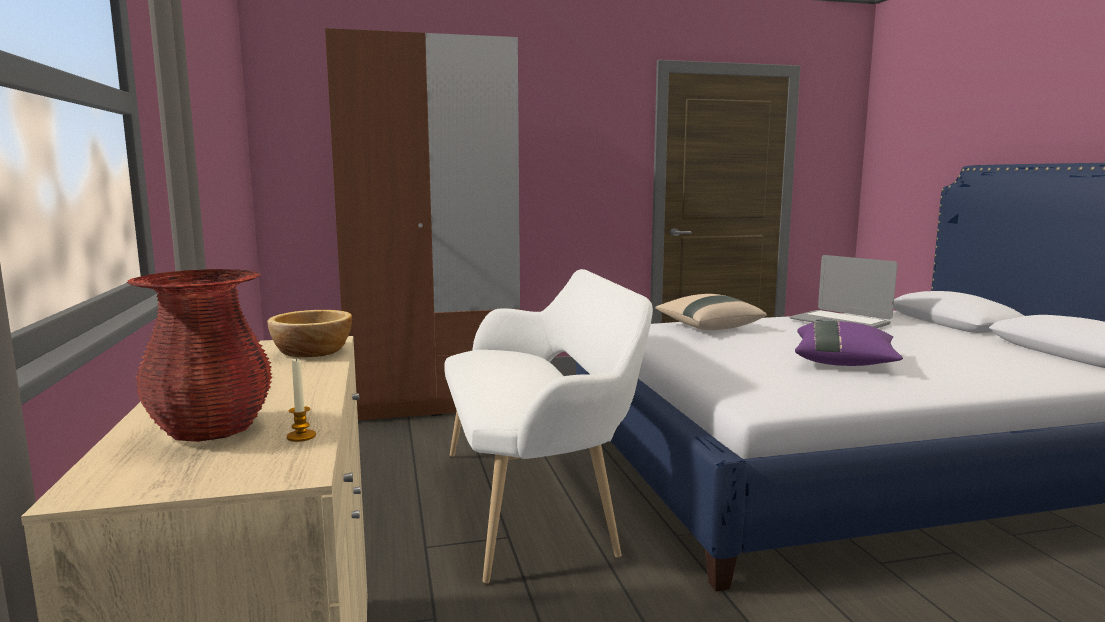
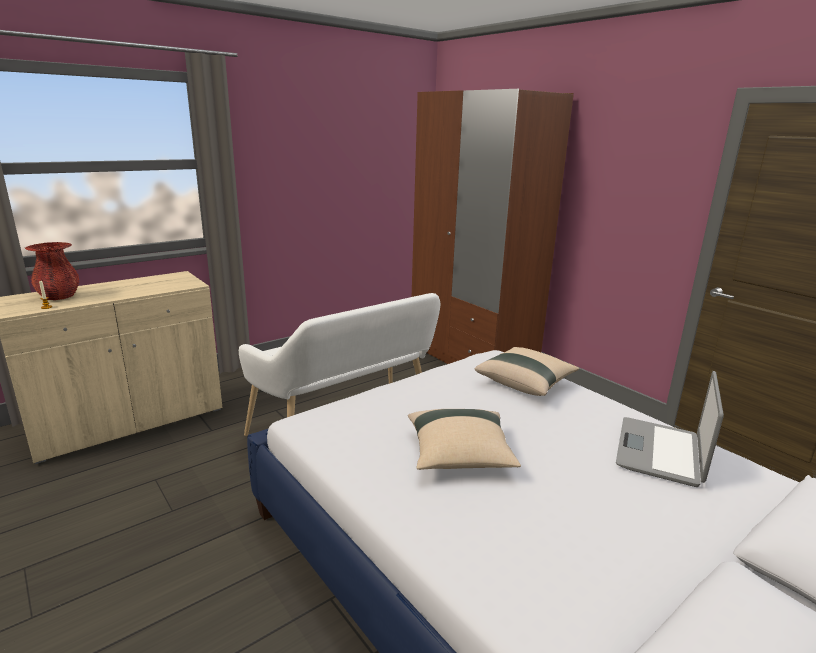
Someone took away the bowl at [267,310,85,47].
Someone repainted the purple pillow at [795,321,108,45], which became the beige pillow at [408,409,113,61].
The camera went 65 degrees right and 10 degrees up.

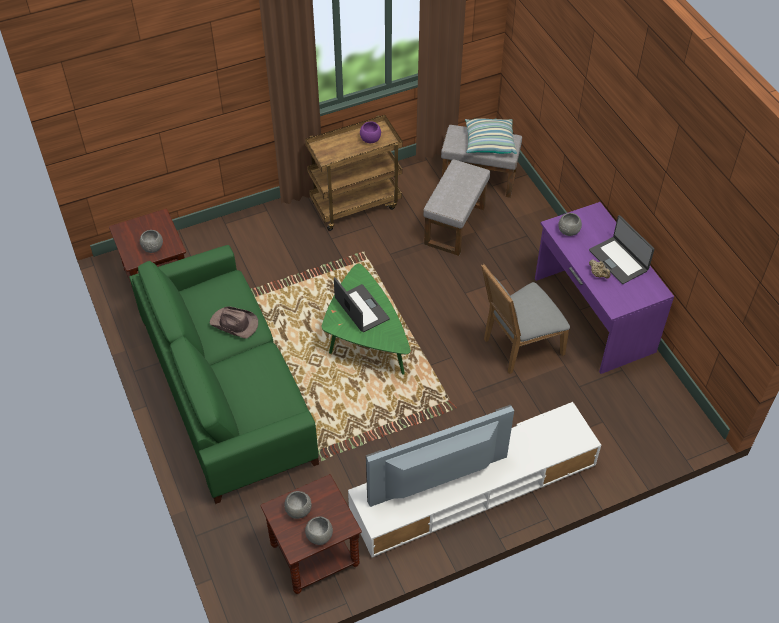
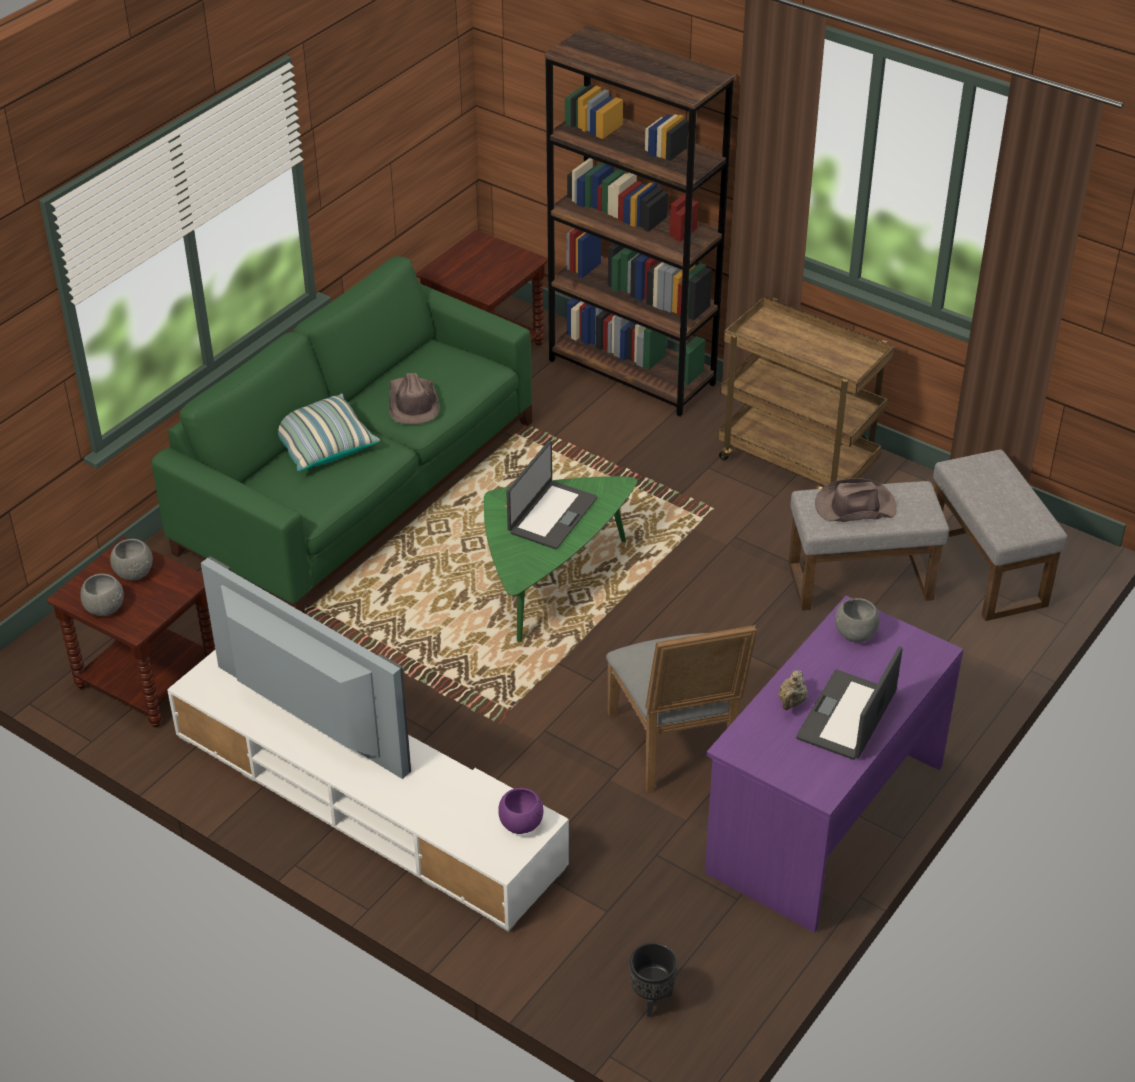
Someone carried the pillow from [465,118,52,36] to [278,394,102,78].
Someone carried the purple bowl from [360,122,21,21] to [498,788,45,46].
Someone took away the grey bowl at [140,230,23,23].
Someone rotated the grey chair at [481,264,89,110] by 135 degrees counterclockwise.
Someone put down the brown bookcase at [544,25,191,392].
Someone put down the brown hat at [815,478,82,44].
Someone put down the black planter at [630,942,47,75].
The camera went 60 degrees right and 10 degrees down.

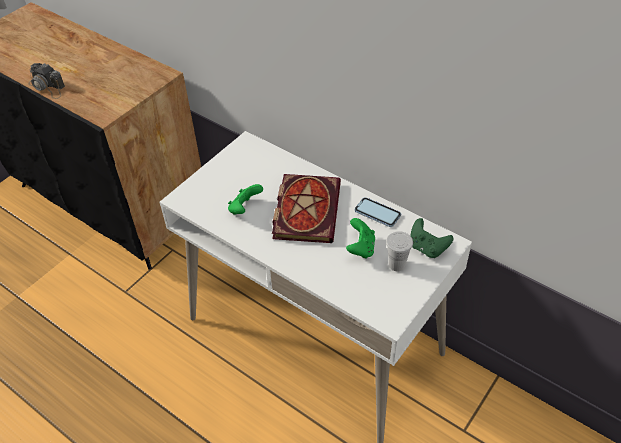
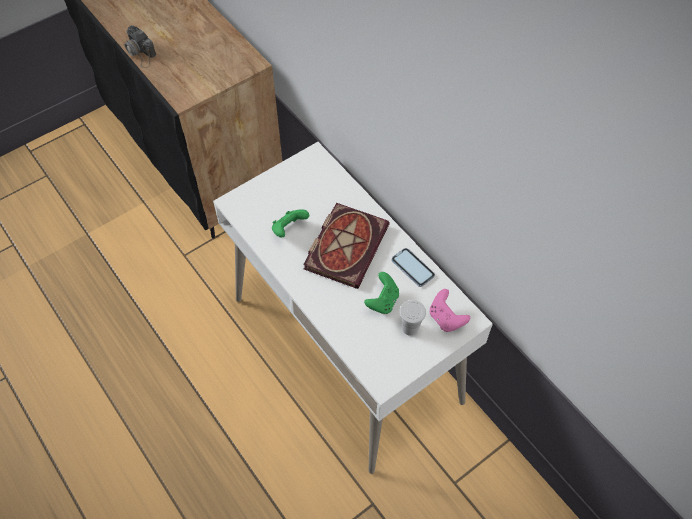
Someone repainted the green game controller at [410,218,44,40], which became the pink game controller at [430,289,40,43].
The camera went 15 degrees right and 10 degrees up.

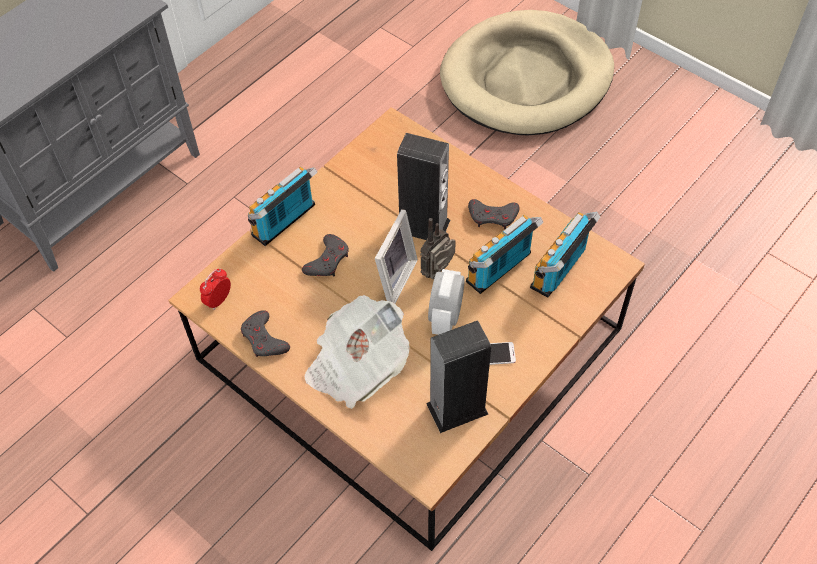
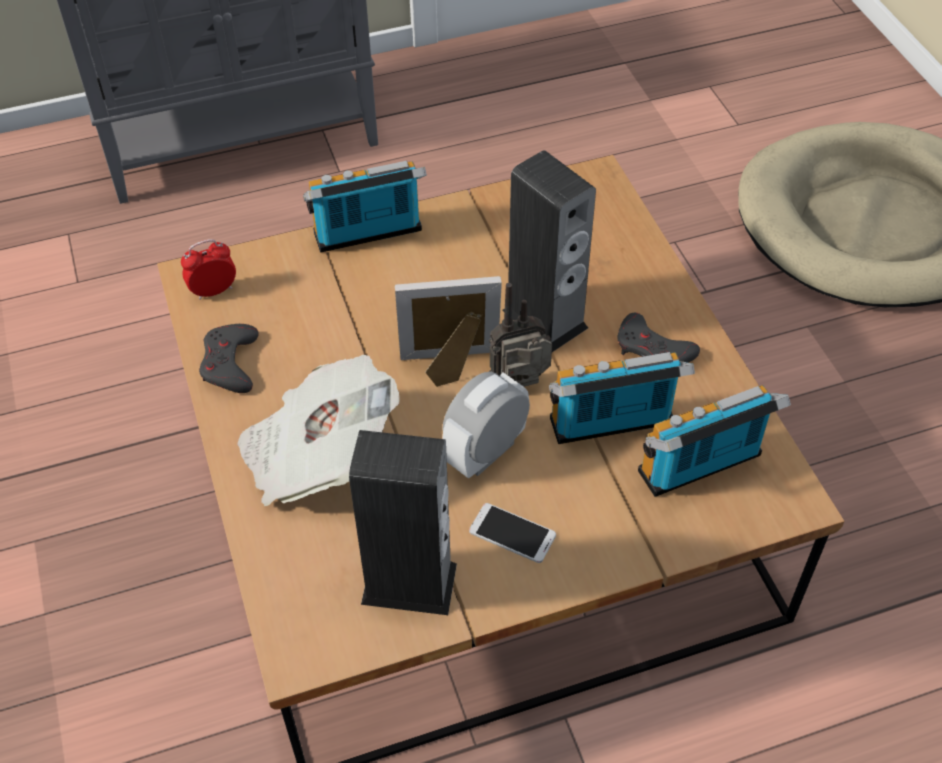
Someone rotated the picture frame at [375,209,43,94] by 150 degrees counterclockwise.
Someone took away the grey game controller at [302,234,47,42].
The camera went 30 degrees right and 5 degrees down.

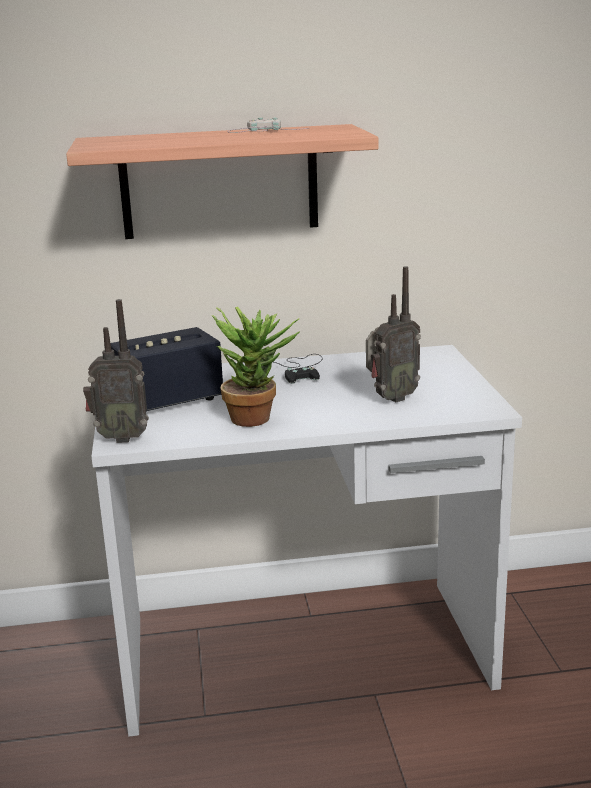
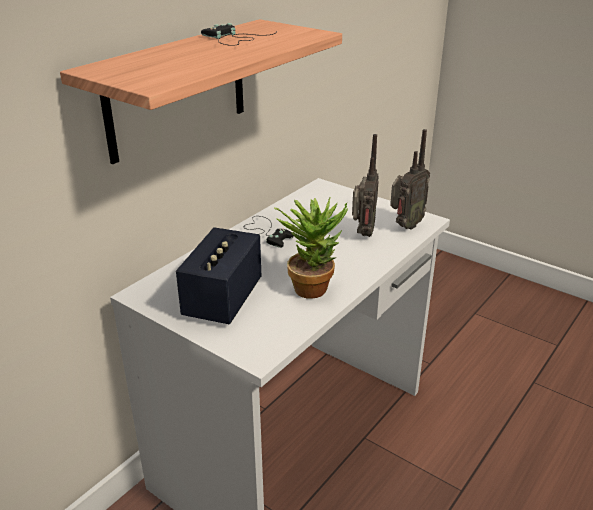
Someone repainted the white game controller at [227,118,81,15], which became the black game controller at [201,23,76,23].
Someone carried the radio from [83,299,66,144] to [390,129,40,101].
The camera went 45 degrees left and 10 degrees up.

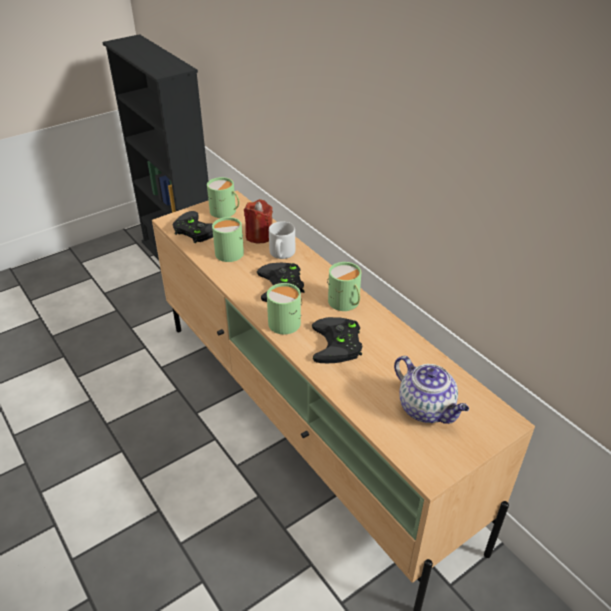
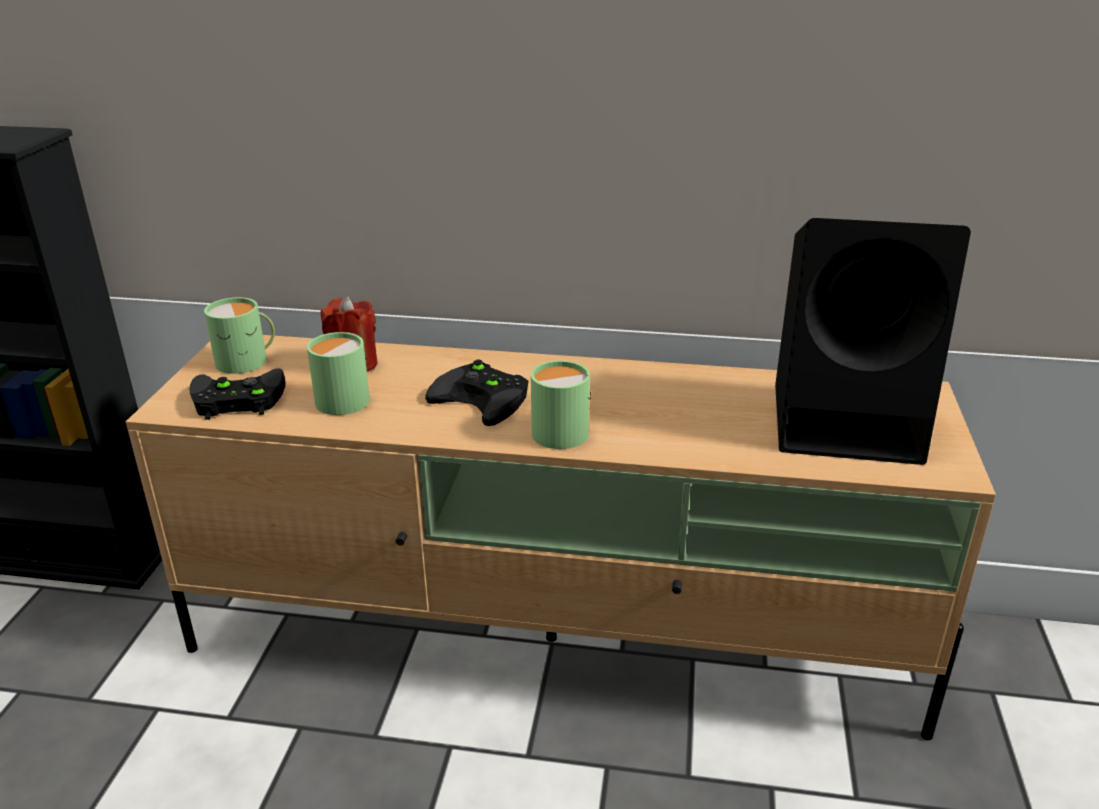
Someone took away the grey mug at [269,221,26,38].
Someone took away the green mug at [327,262,34,49].
Someone took away the black game controller at [312,317,50,46].
Someone swapped the teapot at [394,356,75,68] for the black speaker at [775,218,196,247].
The camera went 45 degrees left and 10 degrees down.

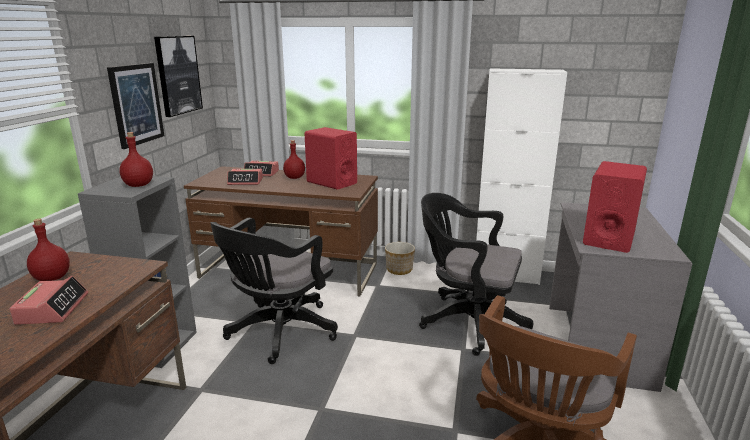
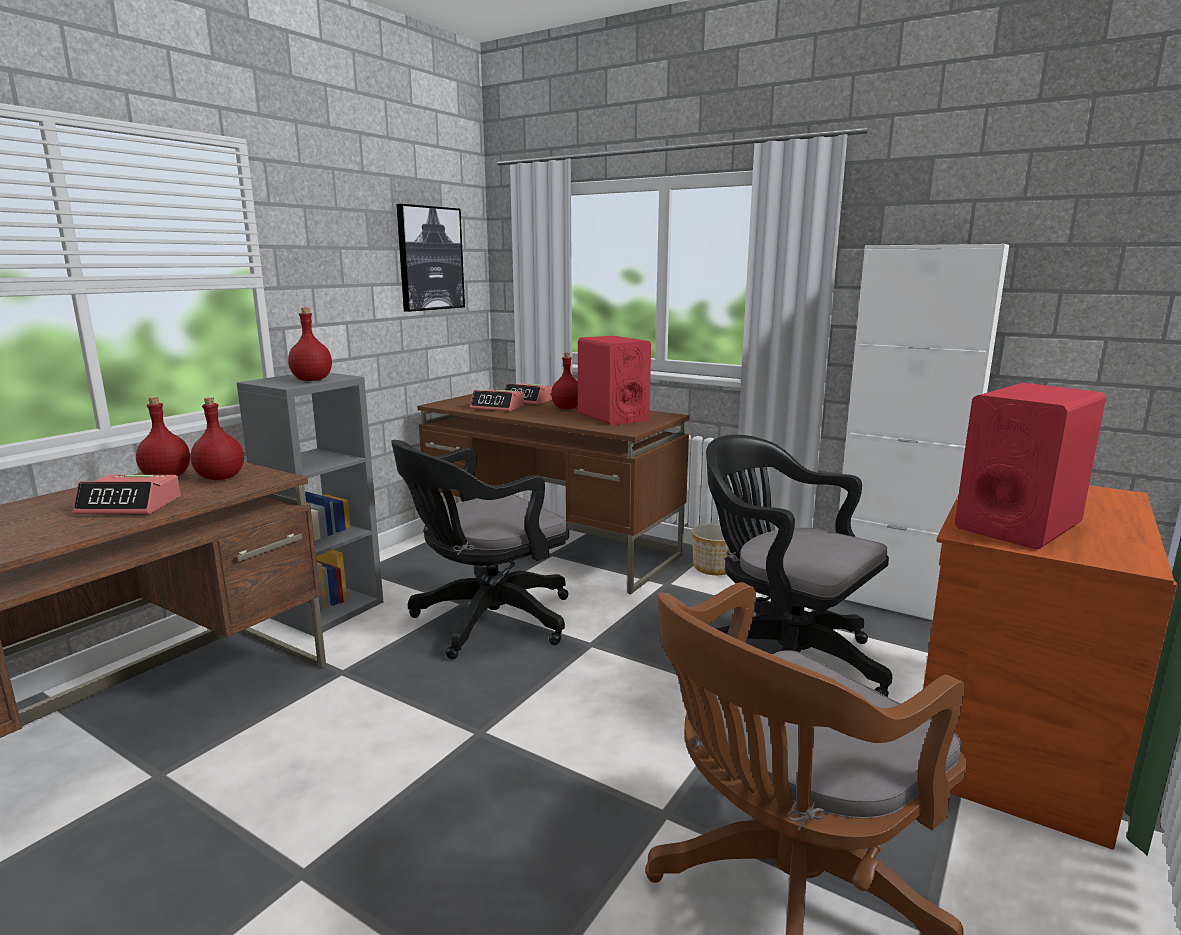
Someone took away the picture at [107,63,57,86].
Someone repainted the grey desk at [549,202,143,190], which became the brown desk at [923,485,254,365].
Someone rotated the alarm clock at [9,276,79,49] by 75 degrees clockwise.
Someone put down the red bottle at [191,397,53,83].
The camera went 20 degrees right and 5 degrees down.

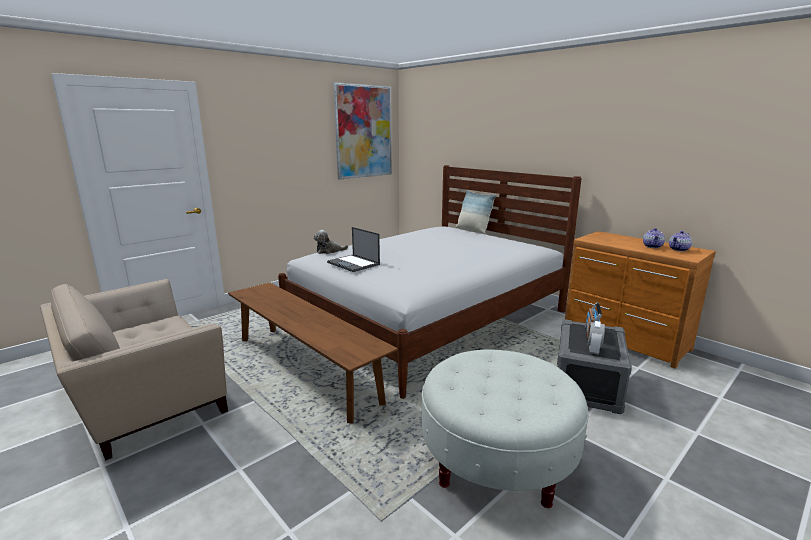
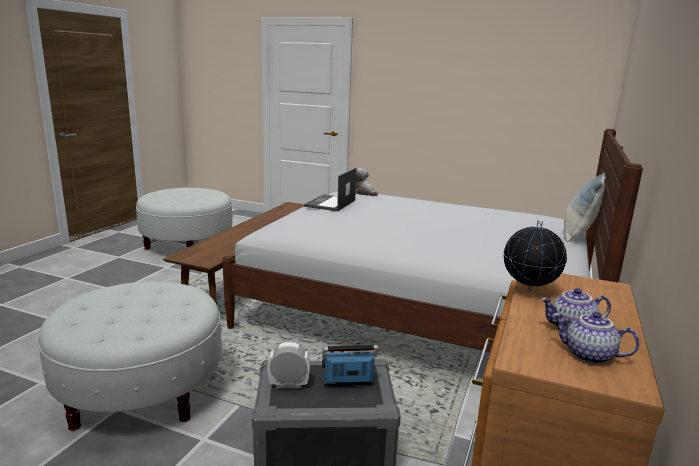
Someone took away the picture at [333,82,59,98].
Someone swapped the beige armchair at [40,279,188,182] for the white ottoman at [136,188,97,62].
Someone put down the globe at [503,220,64,72].
The camera went 65 degrees right and 0 degrees up.

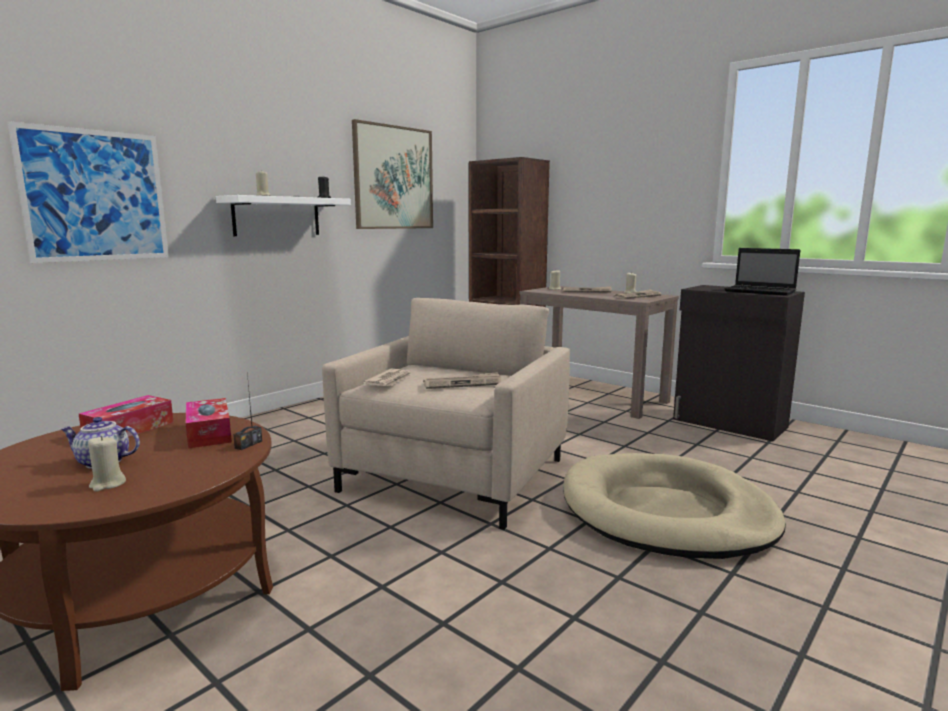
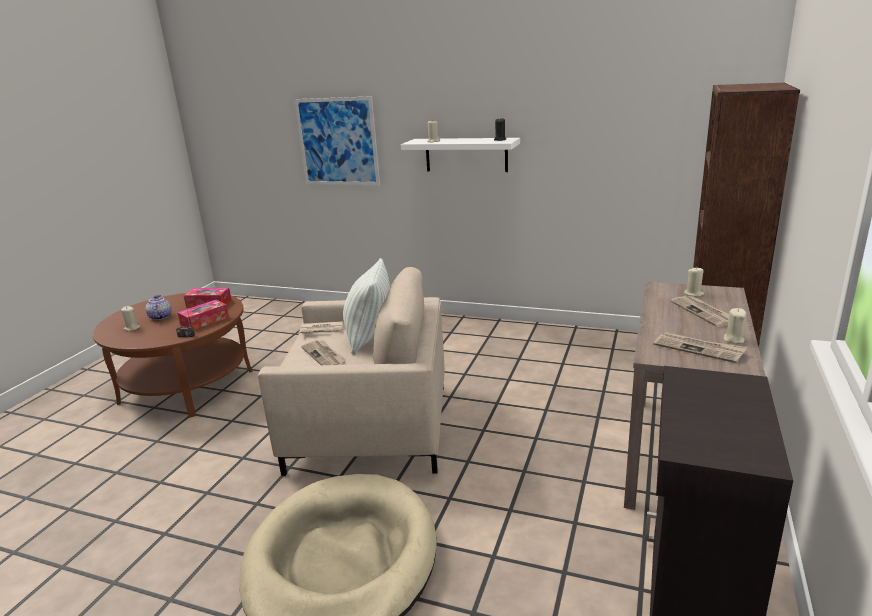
Someone took away the picture at [352,119,81,110].
Someone took away the laptop at [724,248,76,48].
Someone put down the pillow at [343,258,47,97].
The camera went 70 degrees right and 10 degrees up.

